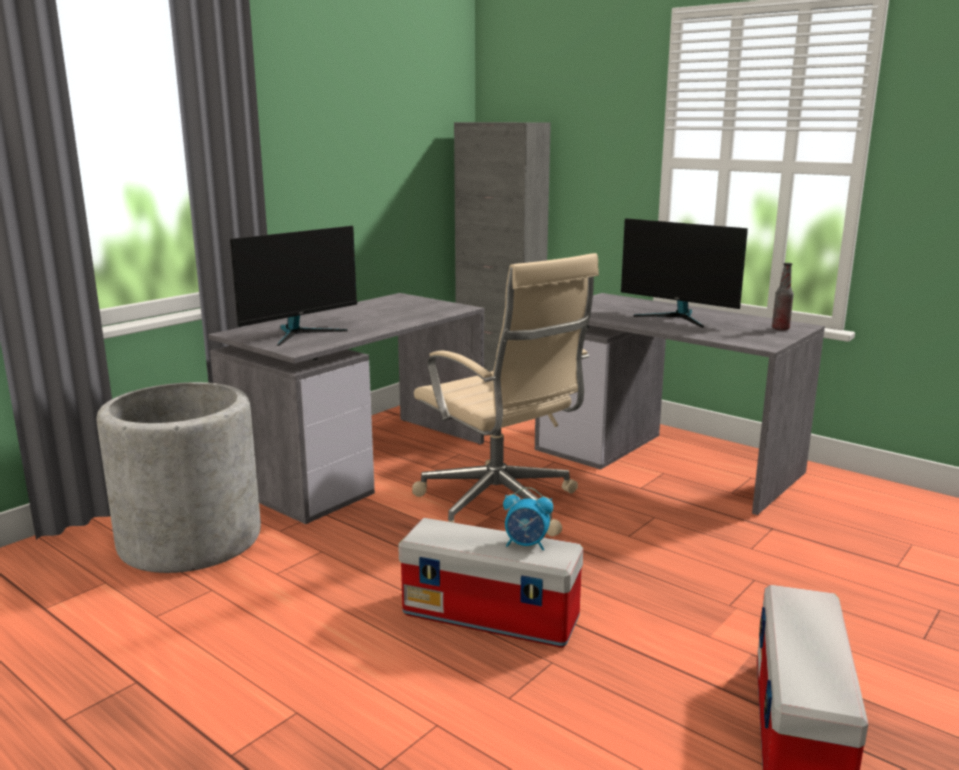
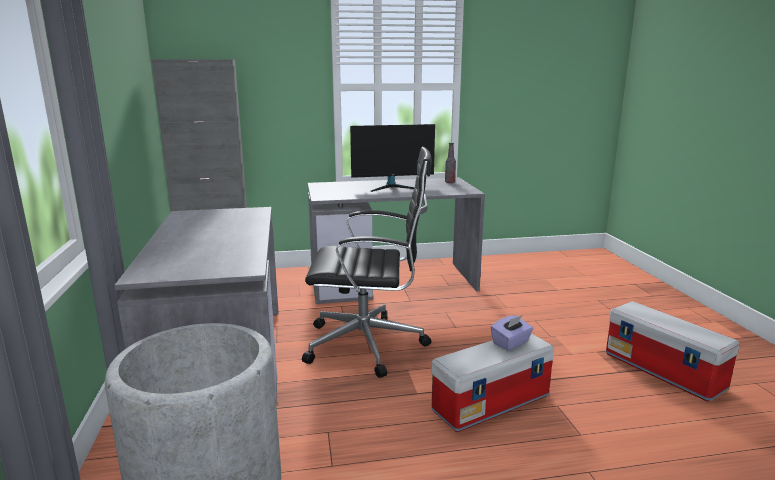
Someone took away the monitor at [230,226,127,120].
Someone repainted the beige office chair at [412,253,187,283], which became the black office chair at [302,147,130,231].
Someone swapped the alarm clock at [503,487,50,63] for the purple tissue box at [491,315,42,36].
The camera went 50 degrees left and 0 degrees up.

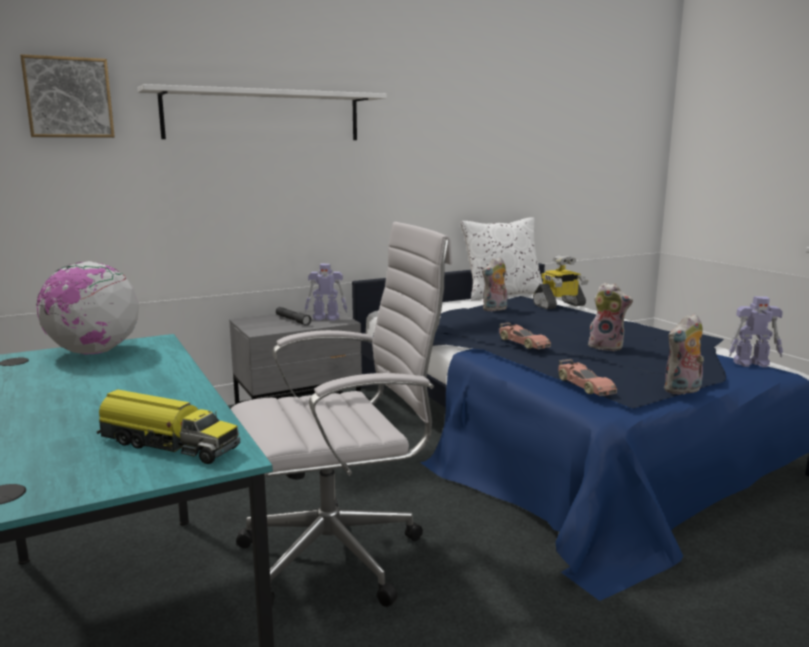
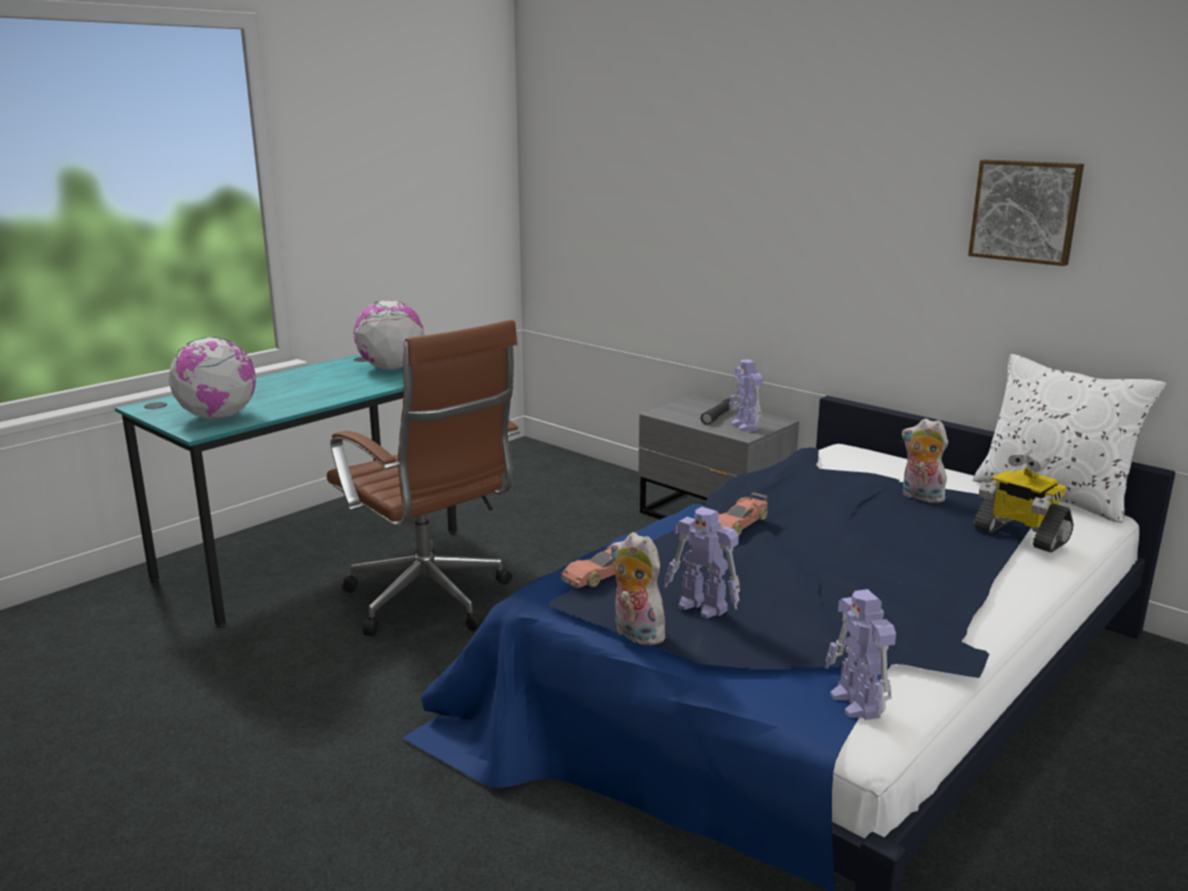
Someone carried the picture from [20,54,95,84] to [968,160,116,106].
Someone took away the white shelf at [137,84,250,56].
Someone repainted the white office chair at [231,222,221,385], which became the brown office chair at [327,320,193,316].
Someone took away the plush toy at [588,282,45,69].
Someone swapped the toy truck at [97,389,143,75] for the globe at [168,337,88,82].
Someone put down the toy robot at [664,507,76,111].
The camera went 70 degrees right and 5 degrees up.

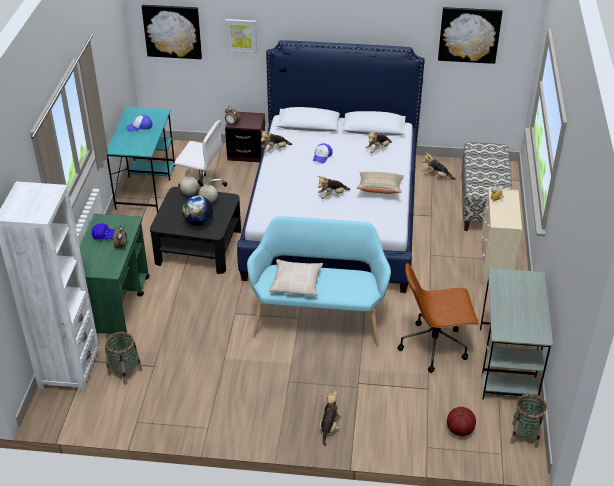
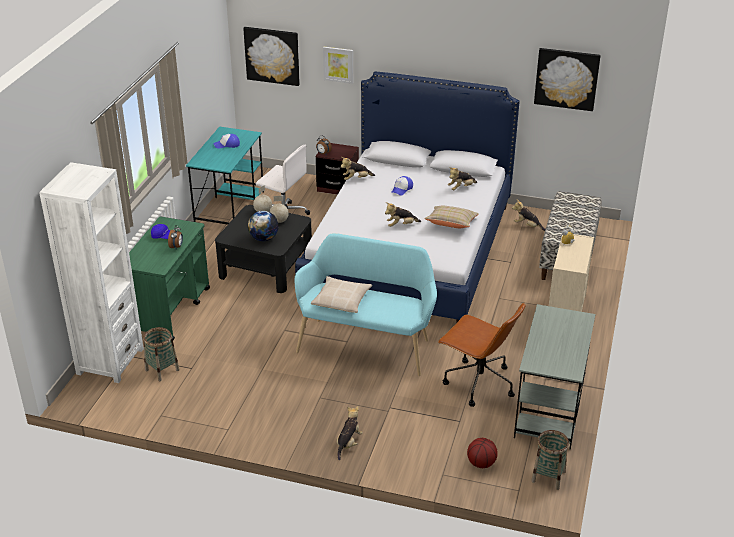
Someone rotated the brown office chair at [398,263,81,110] by 150 degrees counterclockwise.
The camera went 10 degrees right and 5 degrees down.

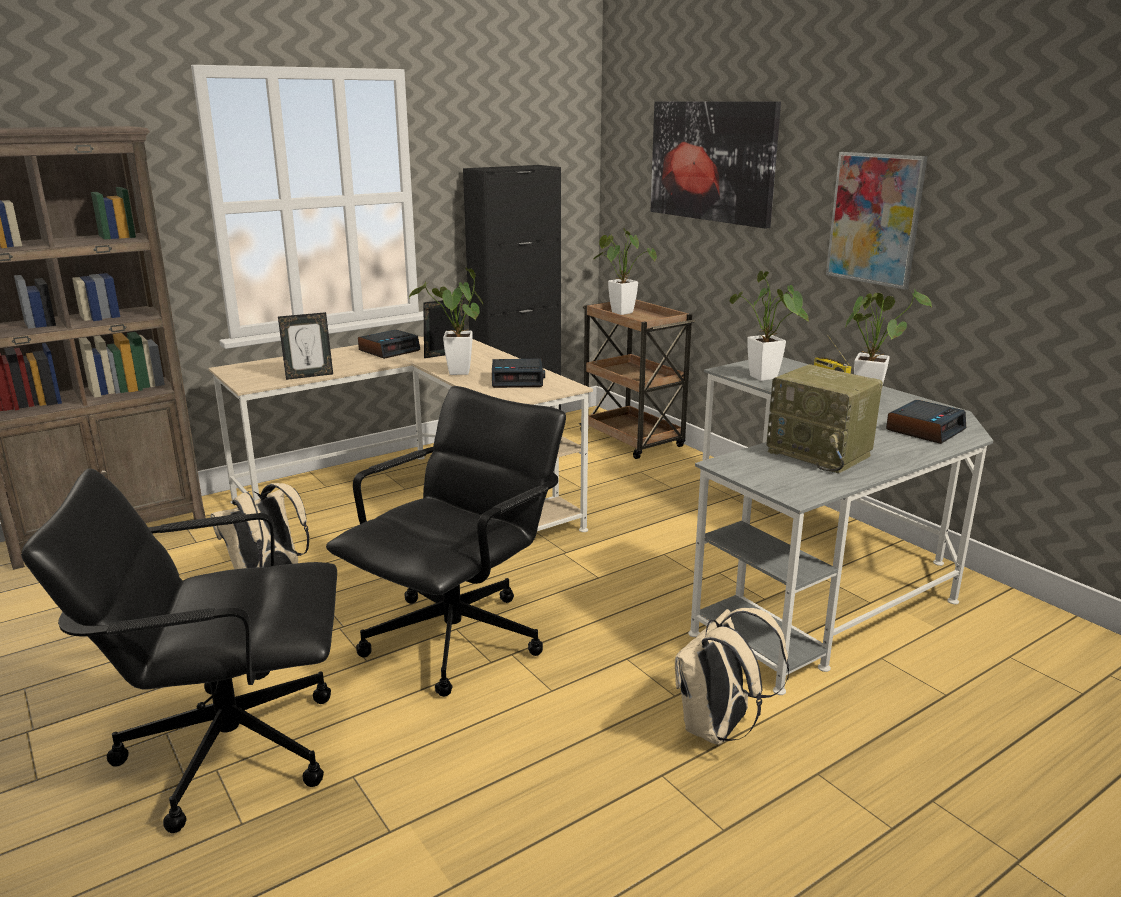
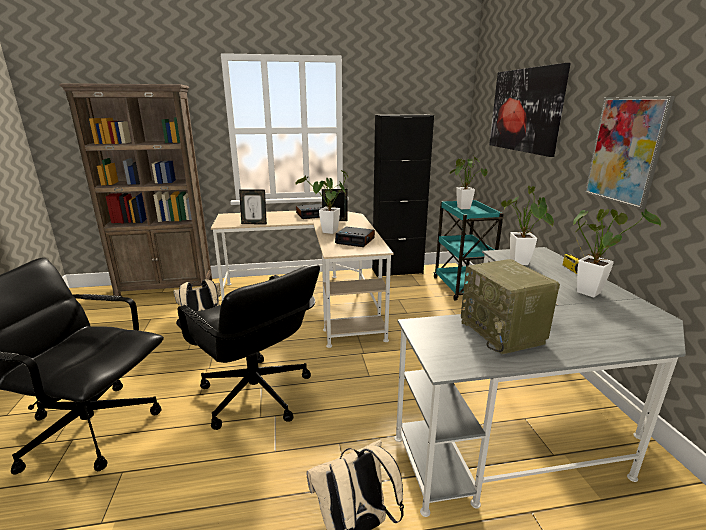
Someone repainted the brown cart at [579,300,116,159], which became the turquoise cart at [434,200,70,100].
Someone rotated the black office chair at [326,386,240,311] by 75 degrees clockwise.
Someone took away the alarm clock at [886,400,80,44].
The camera went 25 degrees right and 0 degrees up.

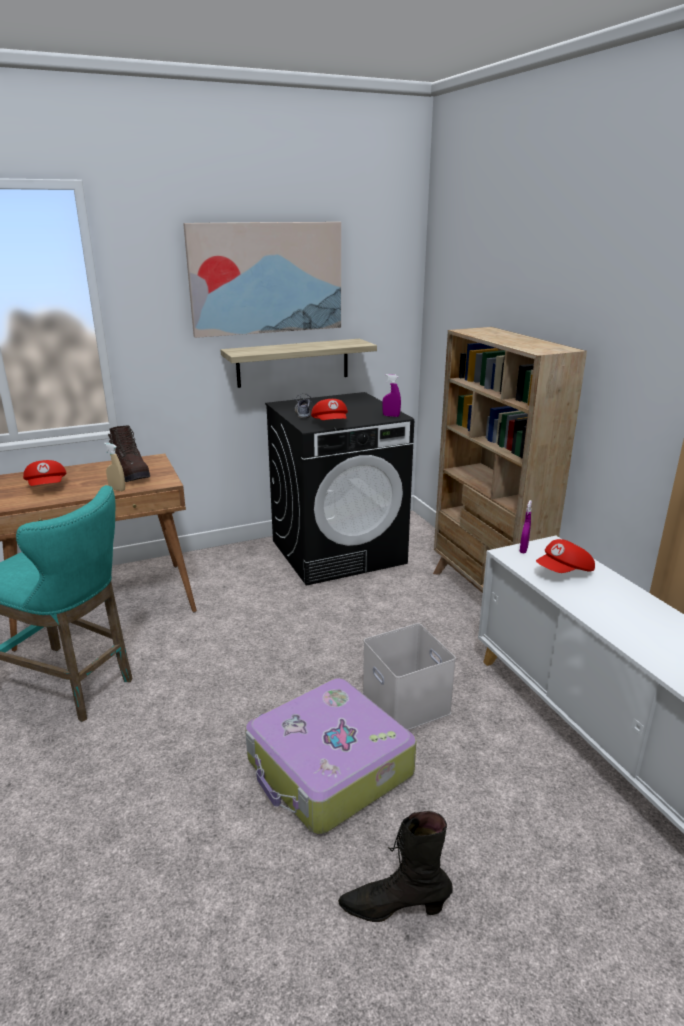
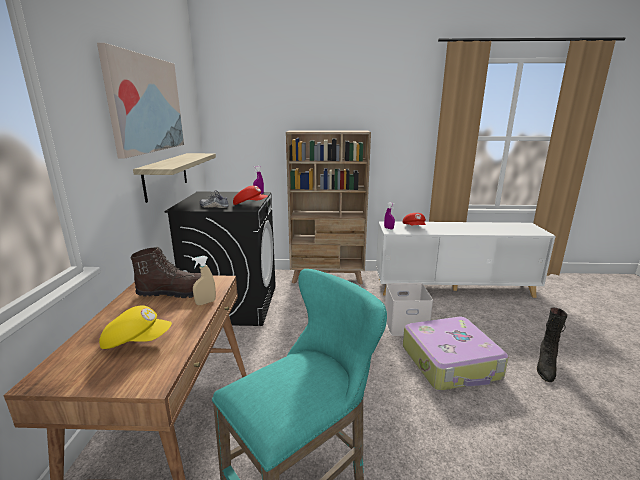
Someone repainted the red cap at [23,460,44,26], which became the yellow cap at [99,305,73,44].
The camera went 65 degrees left and 5 degrees down.

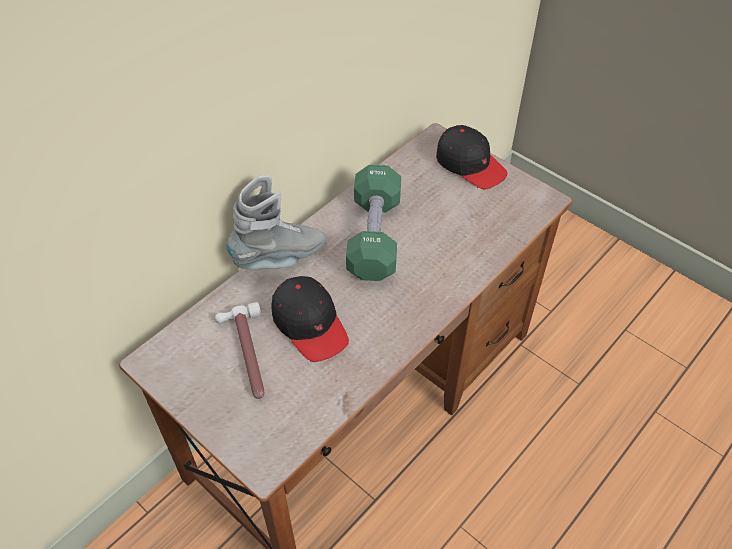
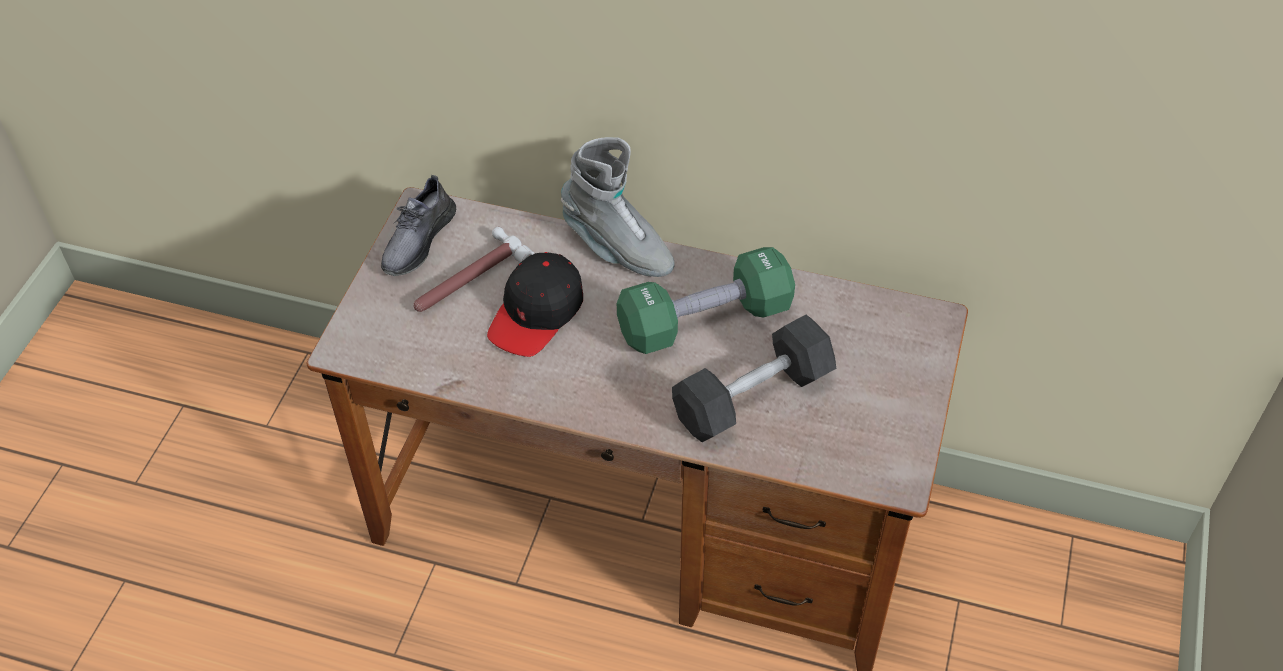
Someone took away the black cap at [436,125,72,64].
Someone put down the grey shoe at [381,175,75,101].
Someone put down the grey dumbbell at [672,315,164,127].
The camera went 65 degrees right and 0 degrees up.

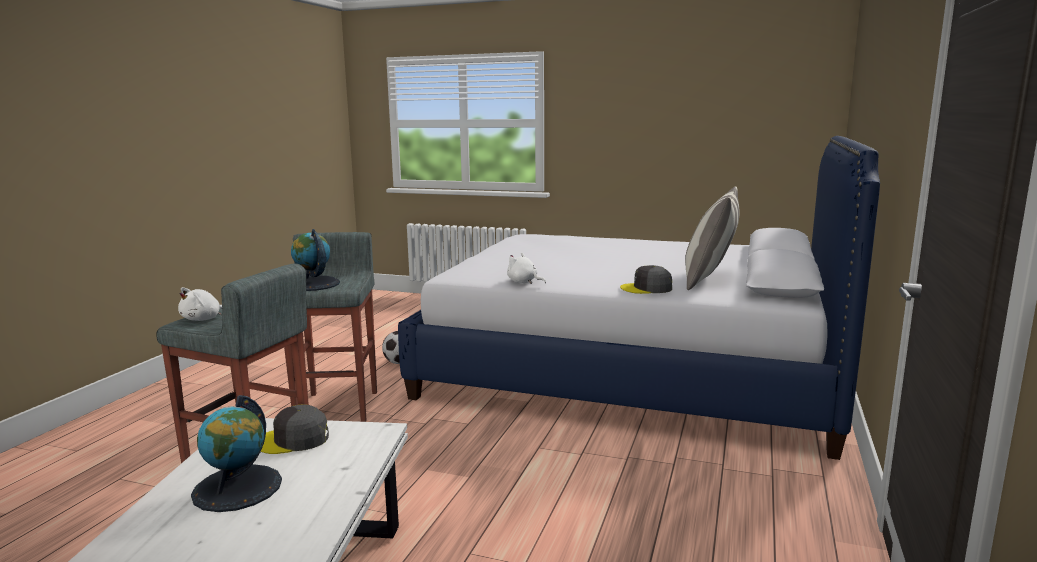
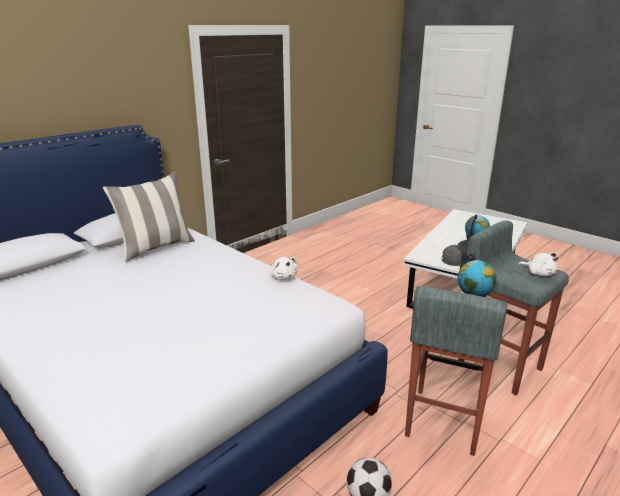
Someone took away the grey cap at [620,265,52,29].
Someone rotated the white plush toy at [178,287,44,34] by 75 degrees clockwise.
The camera went 155 degrees left and 10 degrees up.

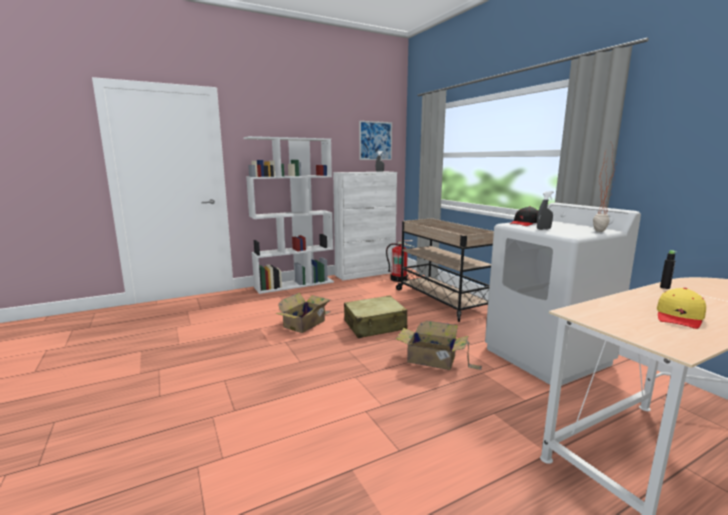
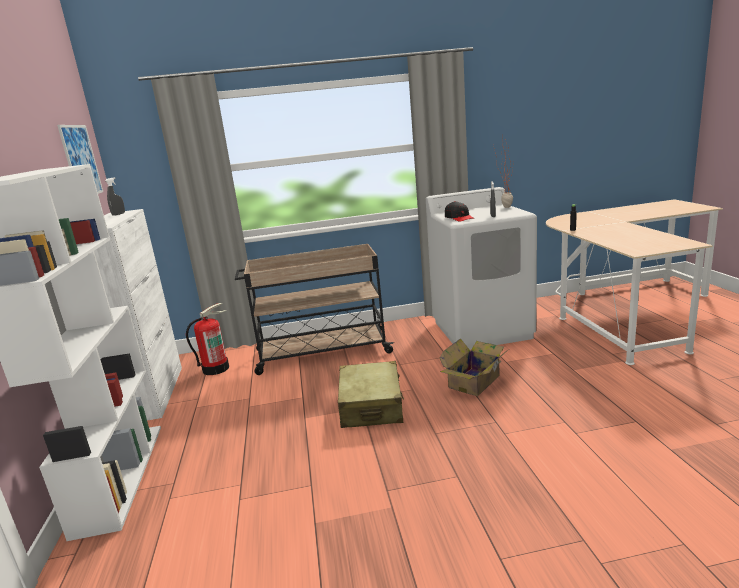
Someone took away the yellow cap at [657,288,49,41].
Someone took away the cardboard box at [275,293,55,40].
The camera went 70 degrees left and 5 degrees up.

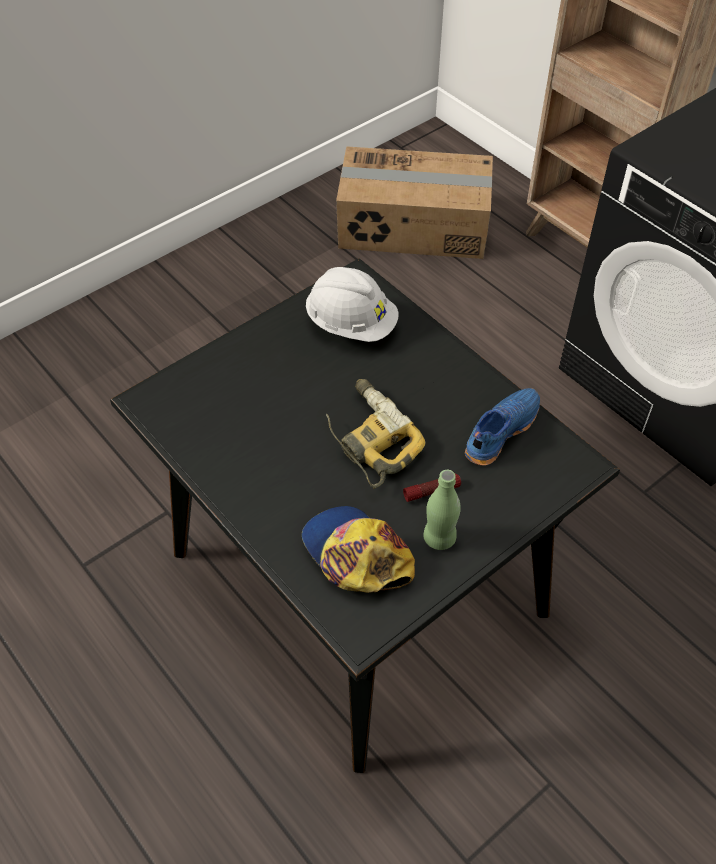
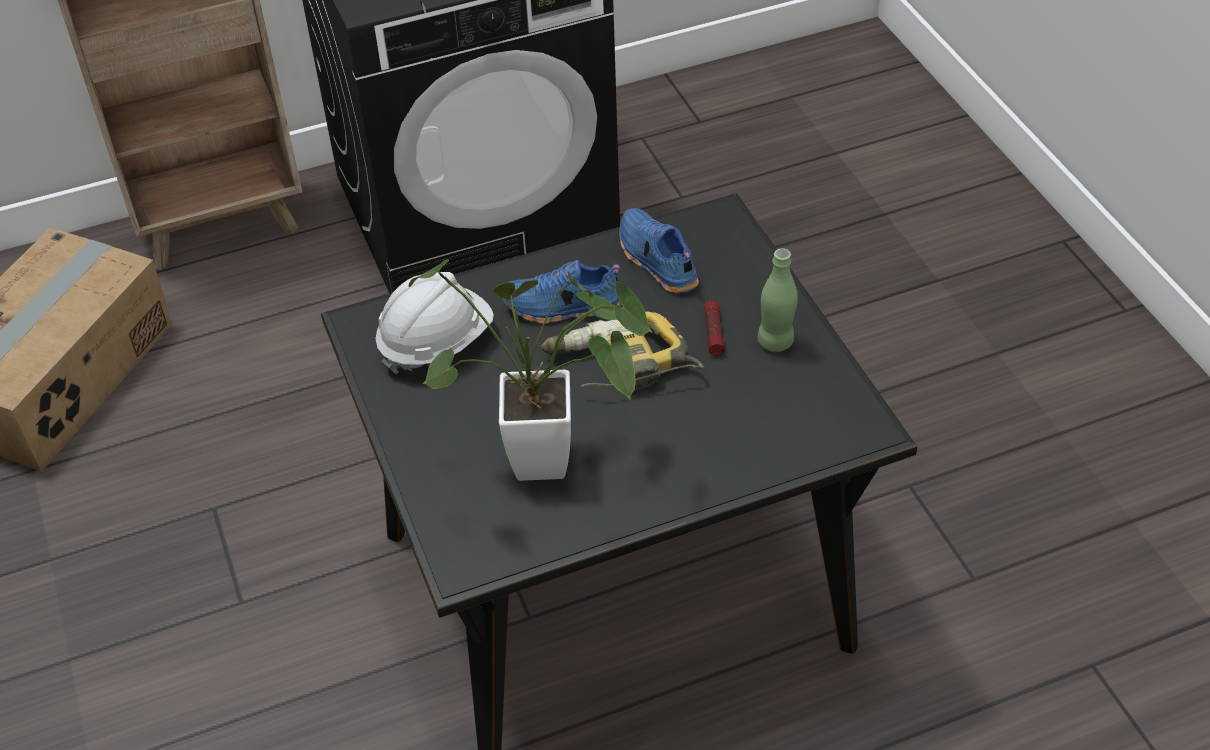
Someone took away the cap at [302,506,113,87].
Someone put down the potted plant at [408,259,244,222].
Someone put down the blue shoe at [503,260,119,64].
The camera went 70 degrees left and 5 degrees down.

